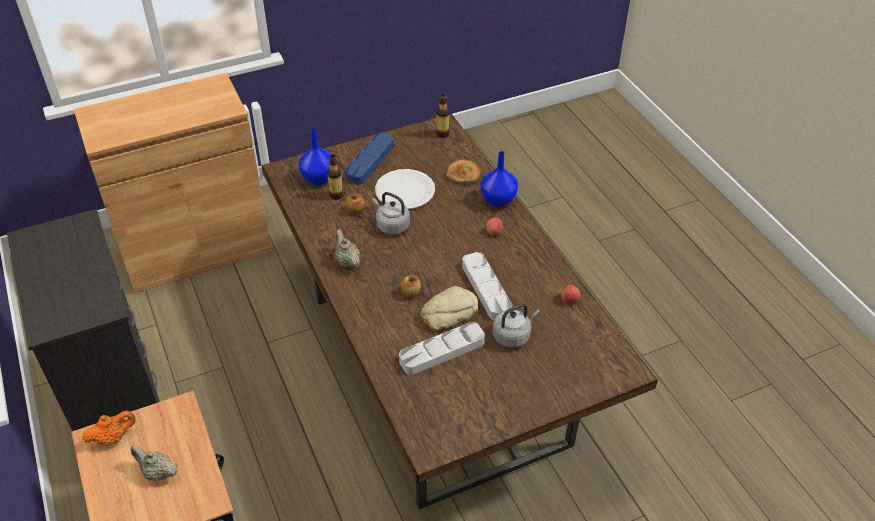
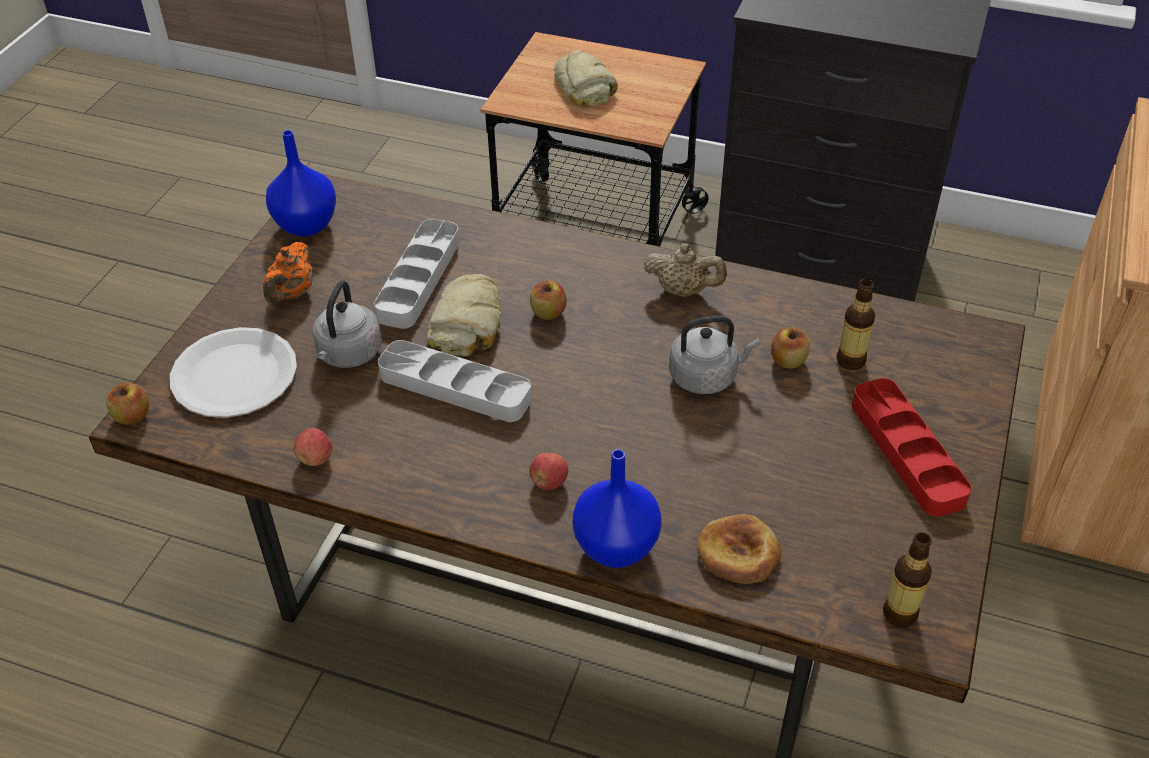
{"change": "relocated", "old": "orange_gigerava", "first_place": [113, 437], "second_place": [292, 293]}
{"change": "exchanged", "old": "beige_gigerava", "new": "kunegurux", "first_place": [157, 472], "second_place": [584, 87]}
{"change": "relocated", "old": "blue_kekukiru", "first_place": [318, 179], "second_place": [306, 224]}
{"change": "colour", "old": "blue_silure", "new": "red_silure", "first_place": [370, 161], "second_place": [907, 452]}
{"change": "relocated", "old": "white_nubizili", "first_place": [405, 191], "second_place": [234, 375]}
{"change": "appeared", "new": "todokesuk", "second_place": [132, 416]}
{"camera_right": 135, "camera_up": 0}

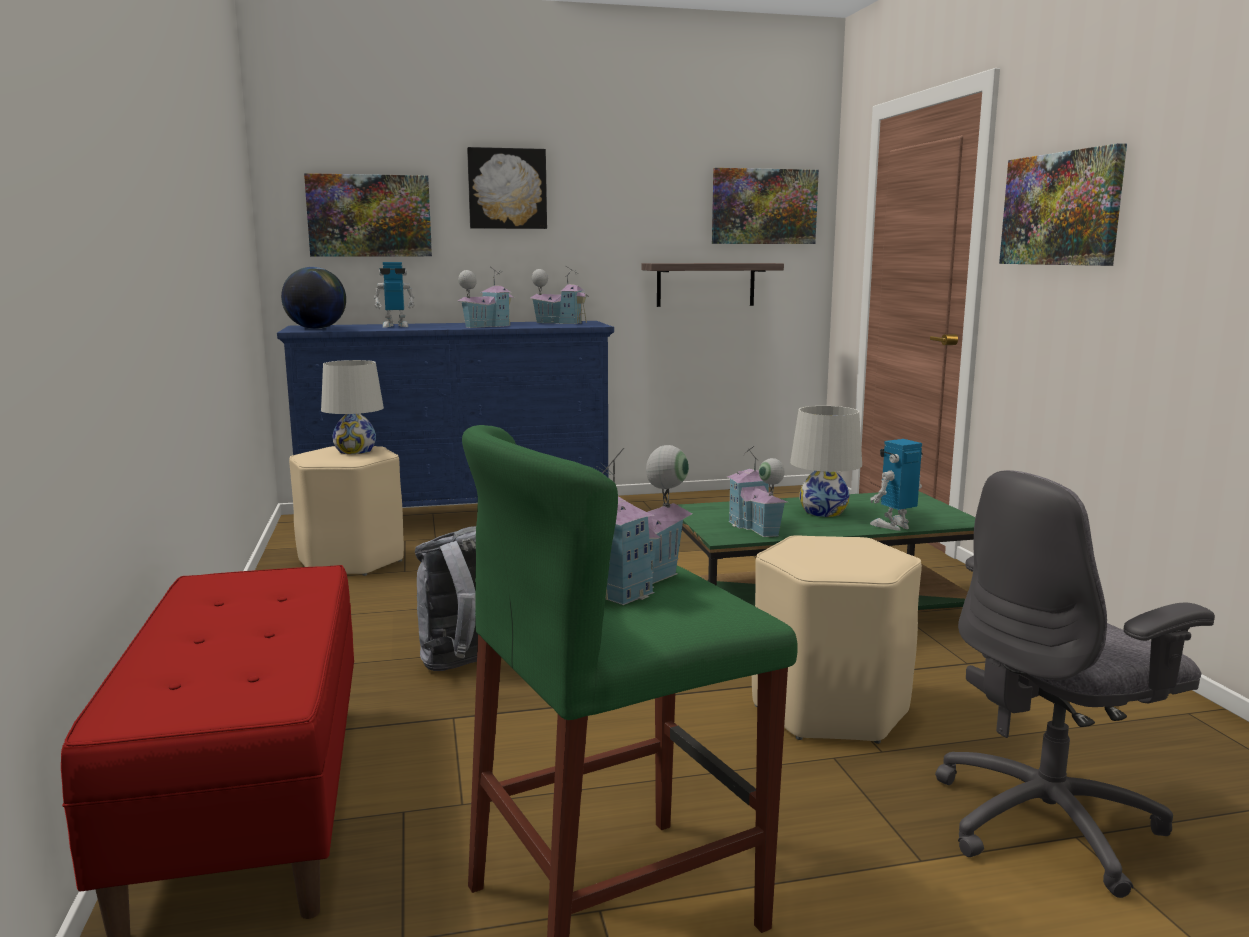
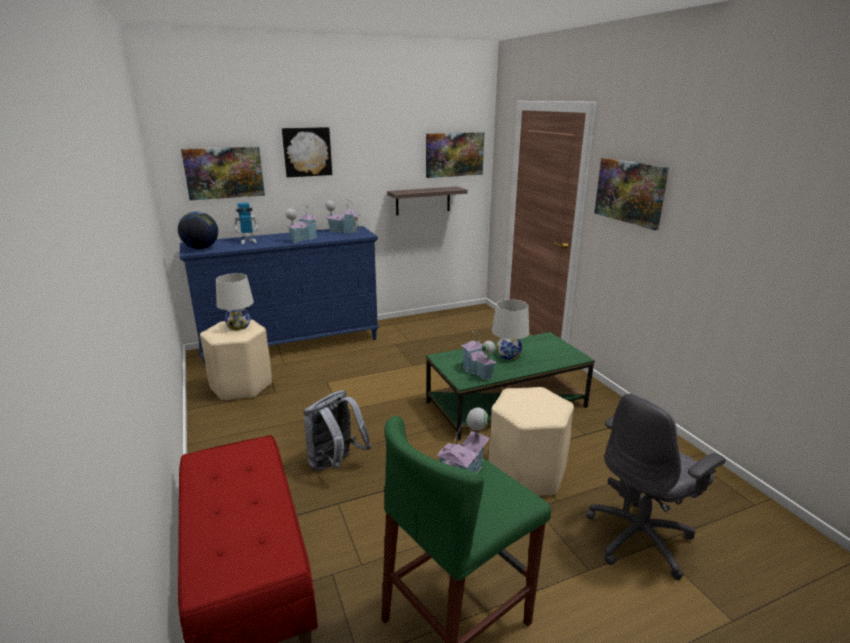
{"change": "missing", "old": "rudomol", "first_place": [894, 526]}
{"camera_right": -10, "camera_up": 10}

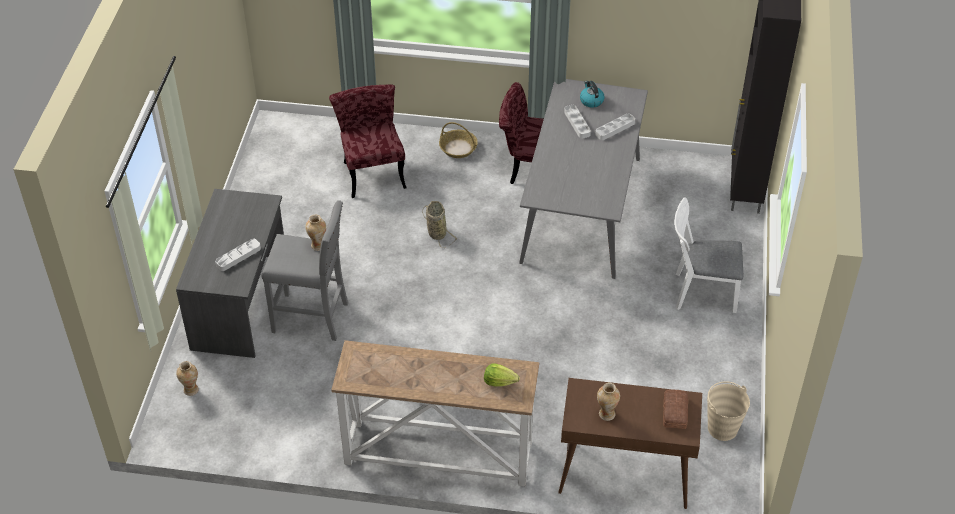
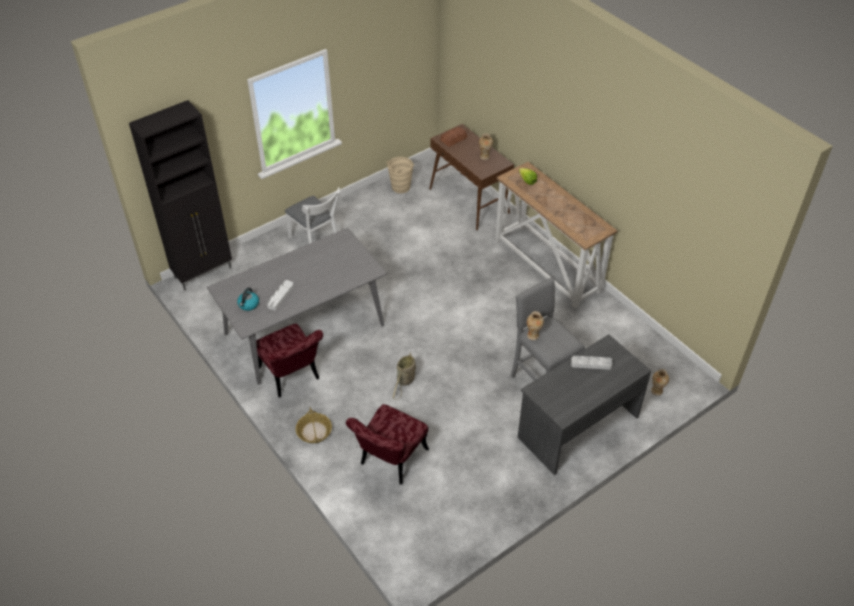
{"change": "missing", "old": "grey_silure", "first_place": [615, 129]}
{"camera_right": -135, "camera_up": 0}

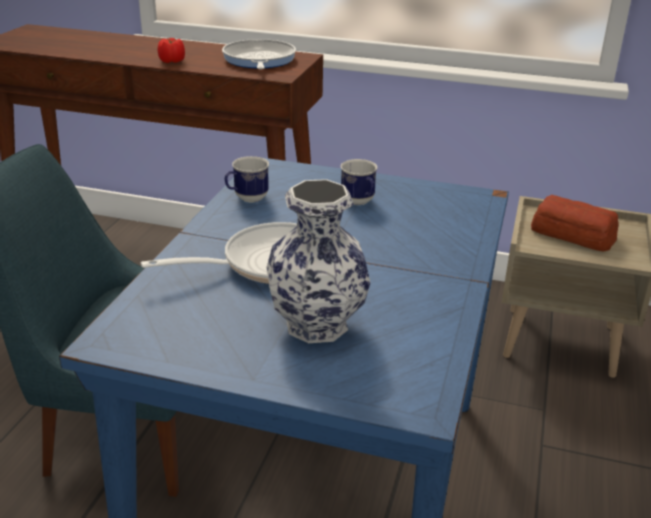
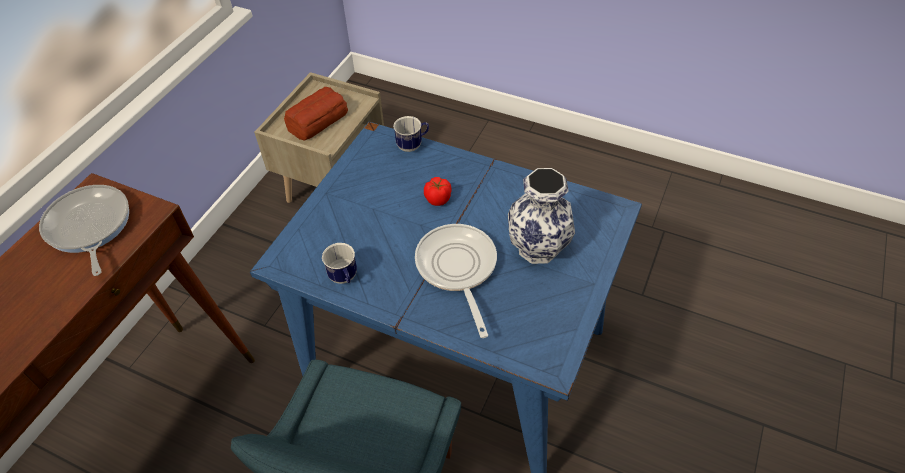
{"change": "relocated", "old": "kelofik", "first_place": [172, 61], "second_place": [438, 198]}
{"change": "spun", "old": "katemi", "first_place": [258, 61], "second_place": [89, 227], "degrees": 60}
{"change": "relocated", "old": "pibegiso", "first_place": [360, 202], "second_place": [413, 145]}
{"camera_right": -80, "camera_up": 20}

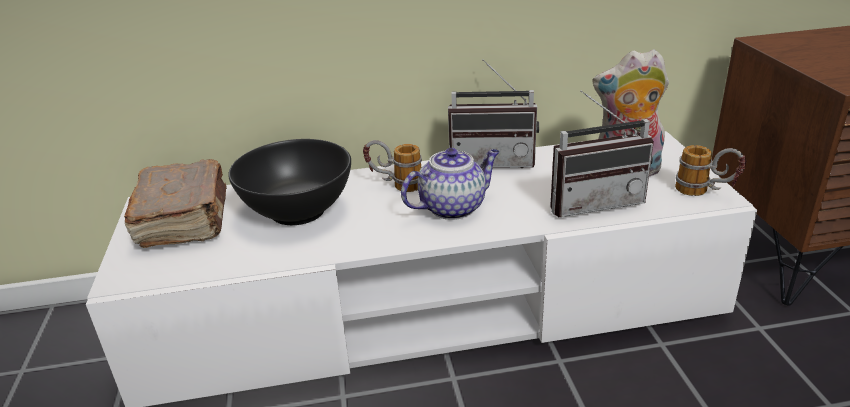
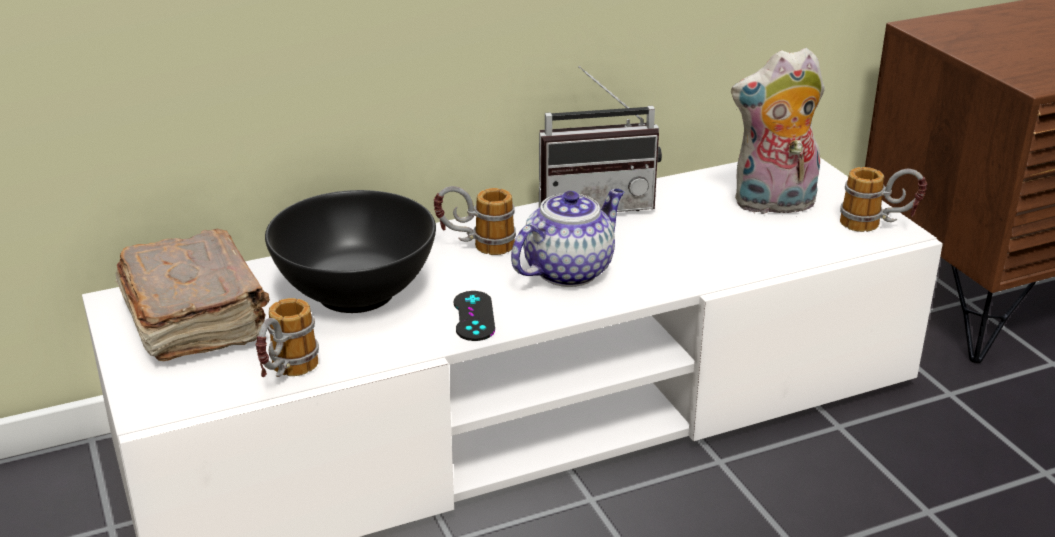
{"change": "missing", "old": "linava", "first_place": [593, 201]}
{"change": "appeared", "new": "pibegiso", "second_place": [286, 376]}
{"change": "appeared", "new": "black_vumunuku", "second_place": [474, 316]}
{"camera_right": -15, "camera_up": 0}

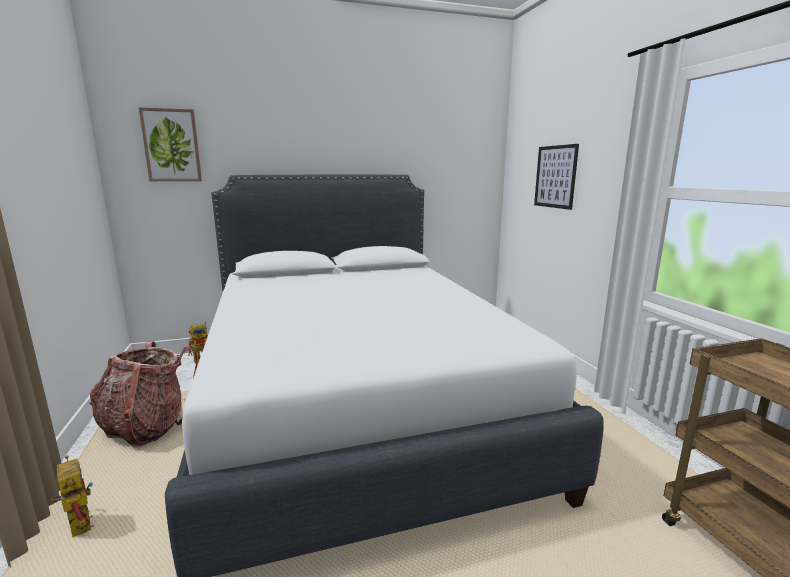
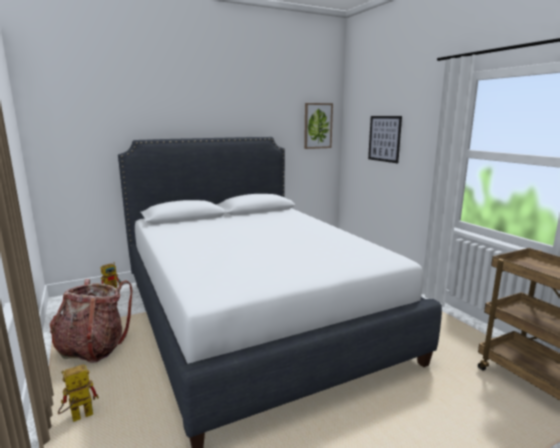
{"change": "spun", "old": "rudomol", "first_place": [78, 524], "second_place": [77, 418], "degrees": -75}
{"change": "relocated", "old": "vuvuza", "first_place": [172, 145], "second_place": [317, 126]}
{"camera_right": -10, "camera_up": 0}

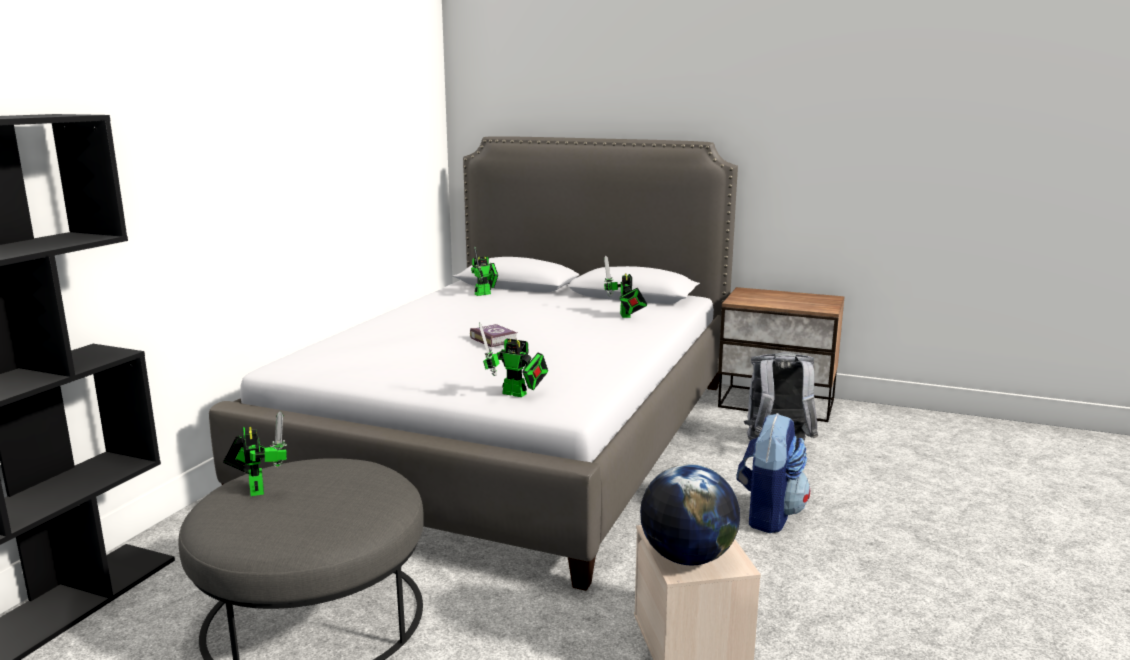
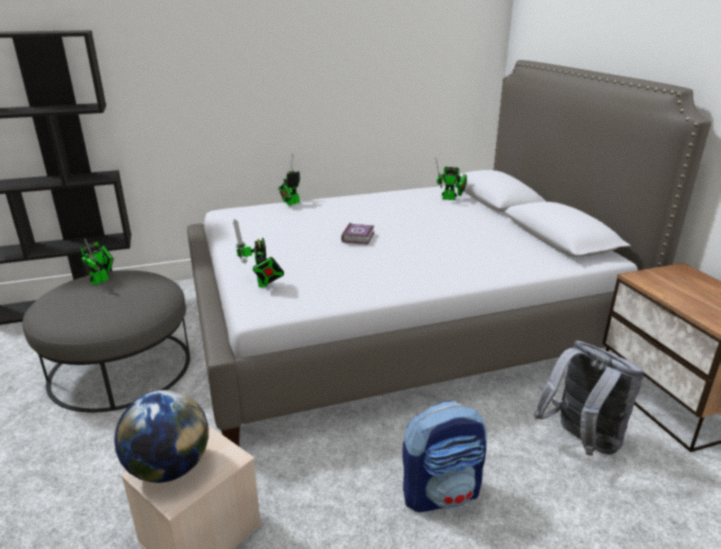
{"change": "relocated", "old": "rudomol", "first_place": [625, 316], "second_place": [291, 203]}
{"camera_right": 50, "camera_up": 10}

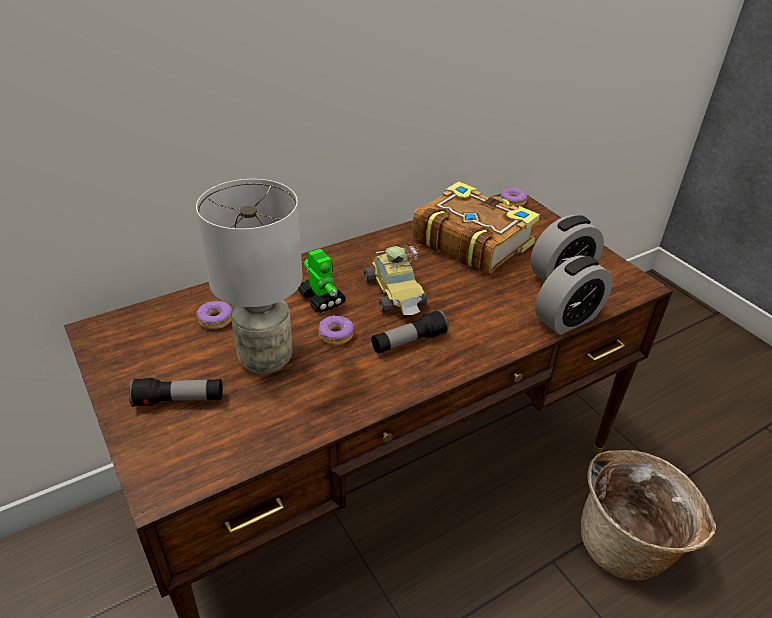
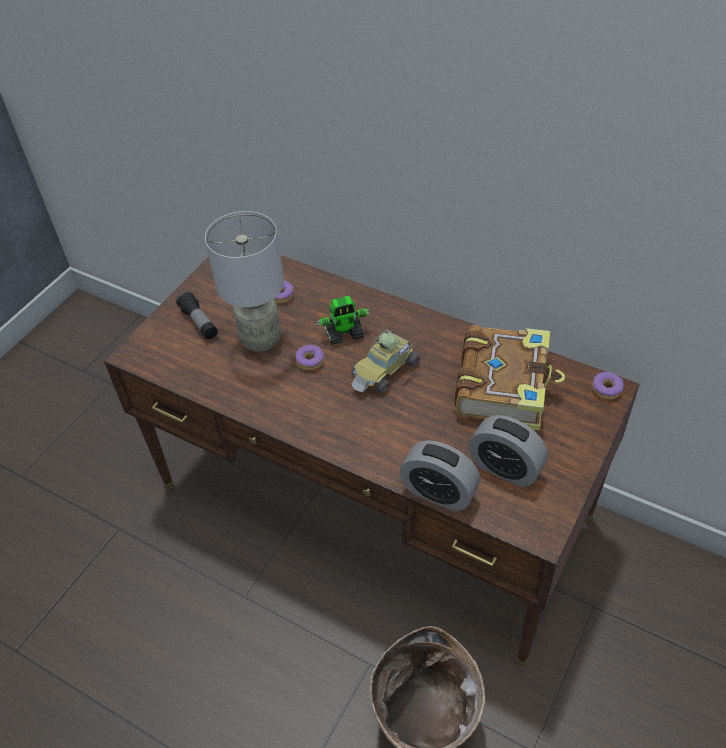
{"change": "spun", "old": "rudomol", "first_place": [321, 299], "second_place": [345, 333], "degrees": 45}
{"change": "missing", "old": "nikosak", "first_place": [408, 342]}
{"camera_right": 65, "camera_up": 10}

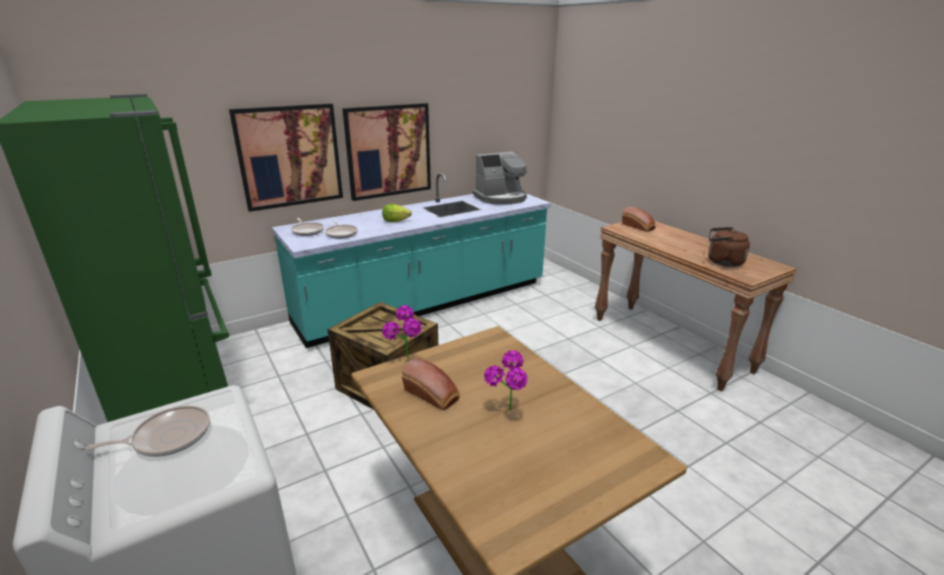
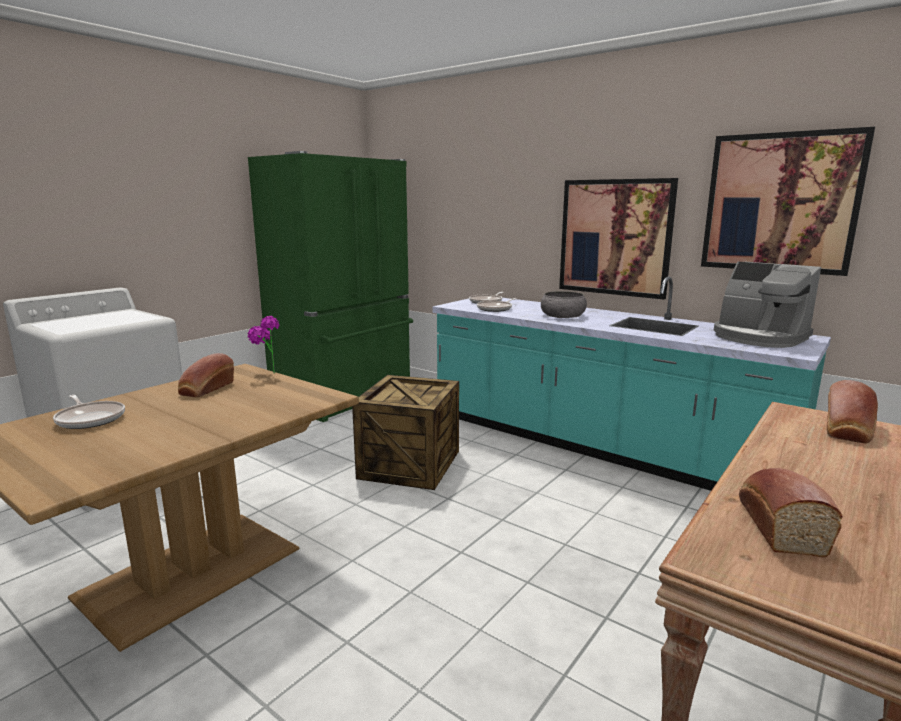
{"change": "relocated", "old": "katemi", "first_place": [168, 437], "second_place": [90, 419]}
{"change": "relocated", "old": "vuvuza", "first_place": [289, 156], "second_place": [780, 203]}
{"change": "exchanged", "old": "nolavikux", "new": "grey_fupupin", "first_place": [395, 221], "second_place": [562, 316]}
{"change": "missing", "old": "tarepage", "first_place": [506, 413]}
{"change": "exchanged", "old": "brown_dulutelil", "new": "kunegurux", "first_place": [722, 262], "second_place": [778, 525]}
{"camera_right": 70, "camera_up": -10}

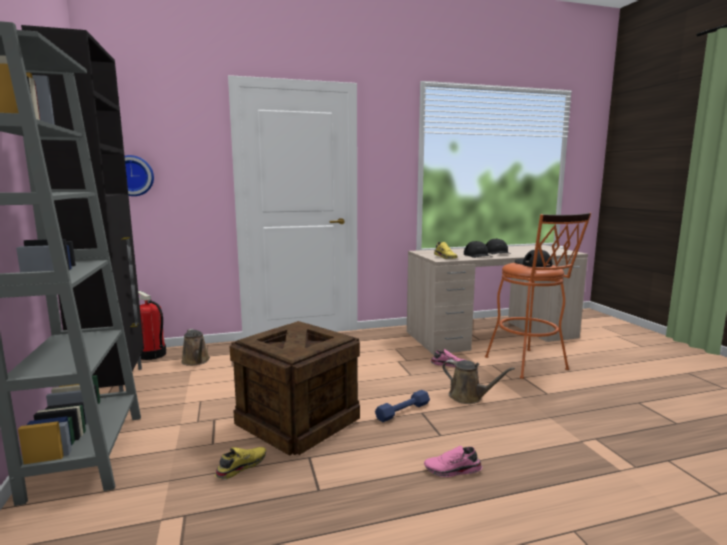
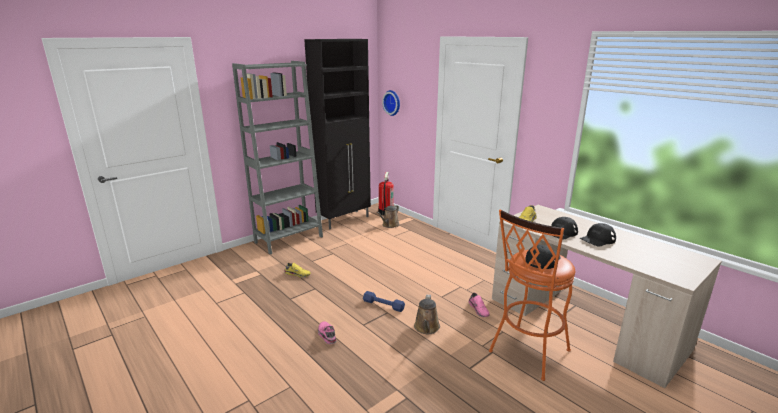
{"change": "missing", "old": "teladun", "first_place": [297, 421]}
{"camera_right": 65, "camera_up": 10}

